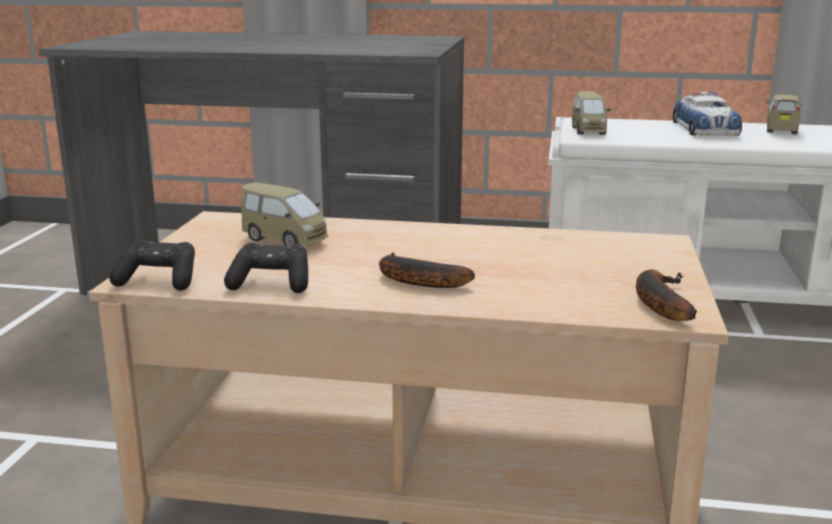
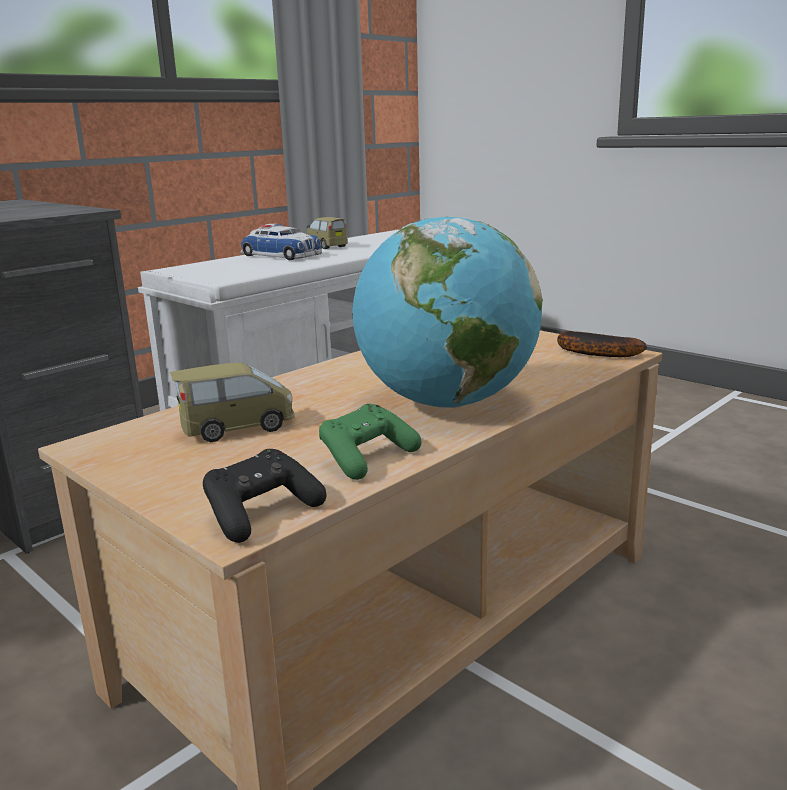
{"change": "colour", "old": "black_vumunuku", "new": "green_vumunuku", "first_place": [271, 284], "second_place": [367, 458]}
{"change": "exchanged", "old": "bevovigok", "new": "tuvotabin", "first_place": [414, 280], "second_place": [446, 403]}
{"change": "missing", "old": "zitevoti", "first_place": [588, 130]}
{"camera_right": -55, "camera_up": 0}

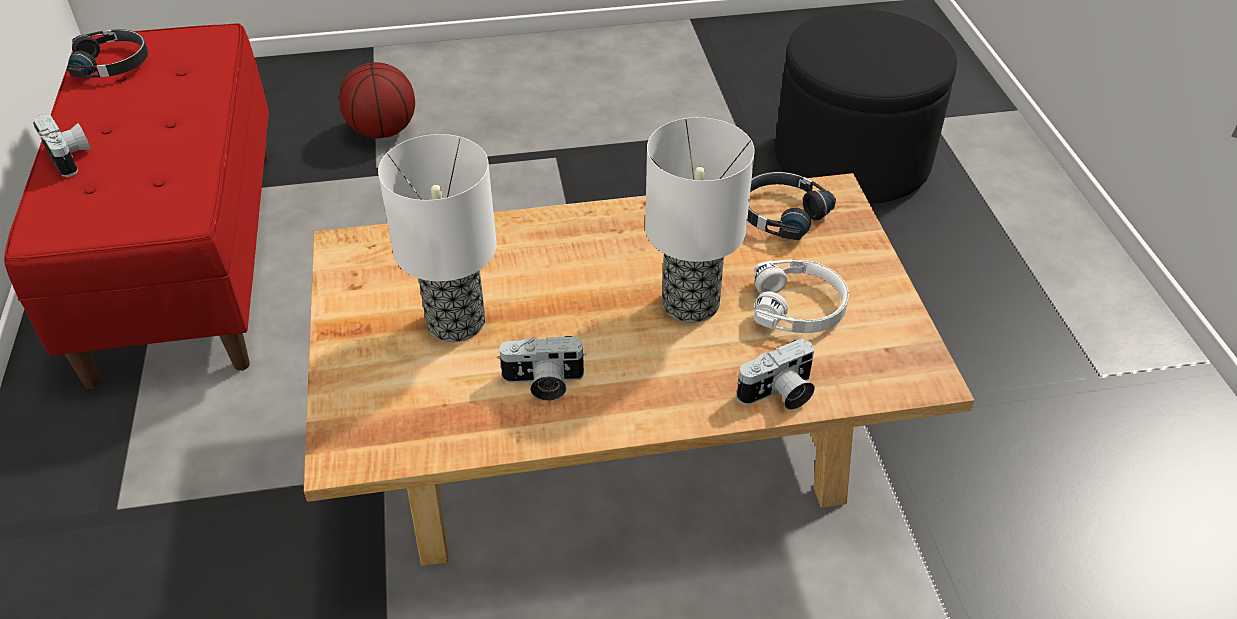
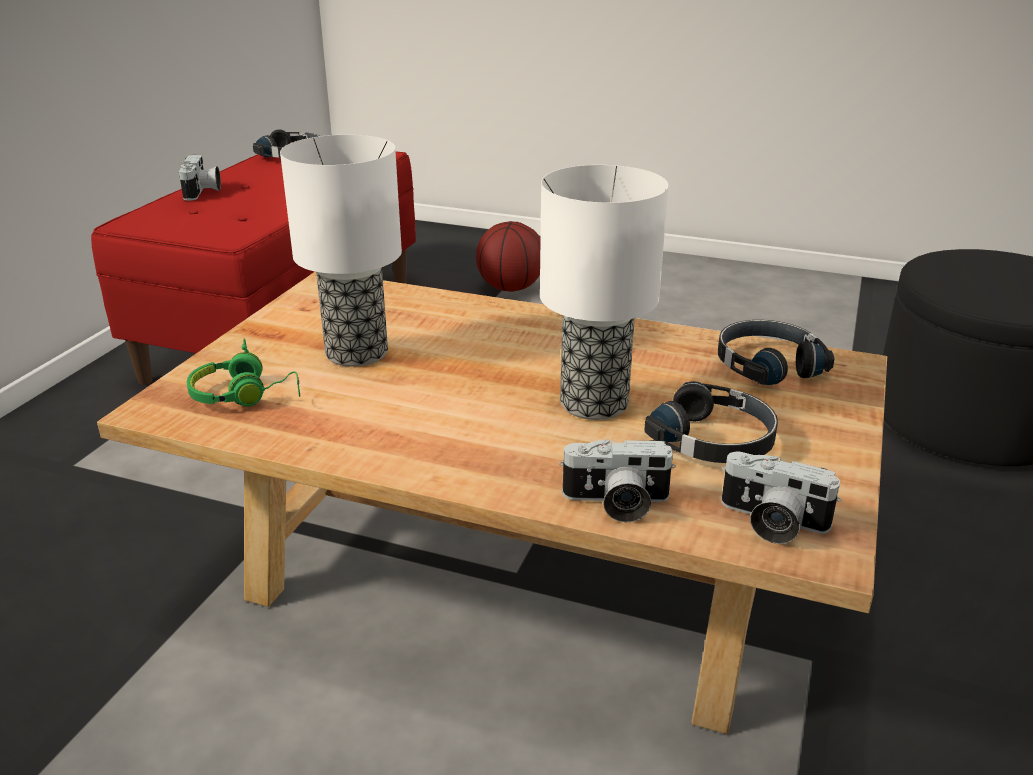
{"change": "relocated", "old": "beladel", "first_place": [543, 383], "second_place": [771, 522]}
{"change": "colour", "old": "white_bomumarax", "new": "black_bomumarax", "first_place": [799, 307], "second_place": [714, 440]}
{"change": "appeared", "new": "green_bomumarax", "second_place": [245, 395]}
{"camera_right": 30, "camera_up": -15}

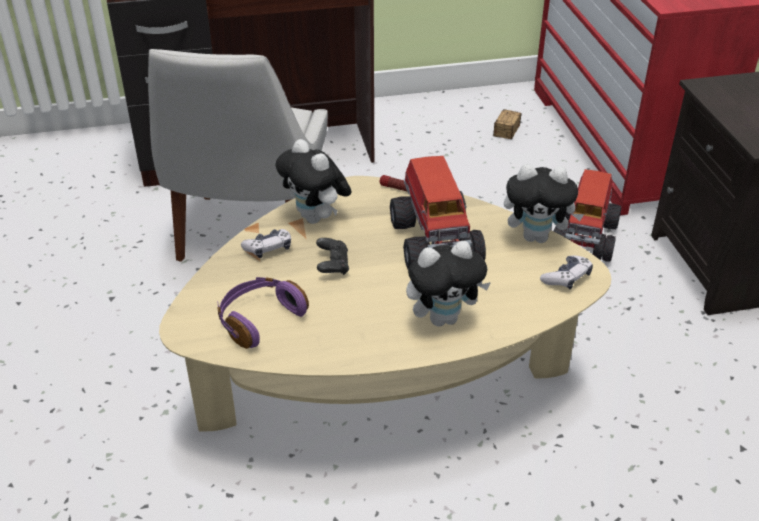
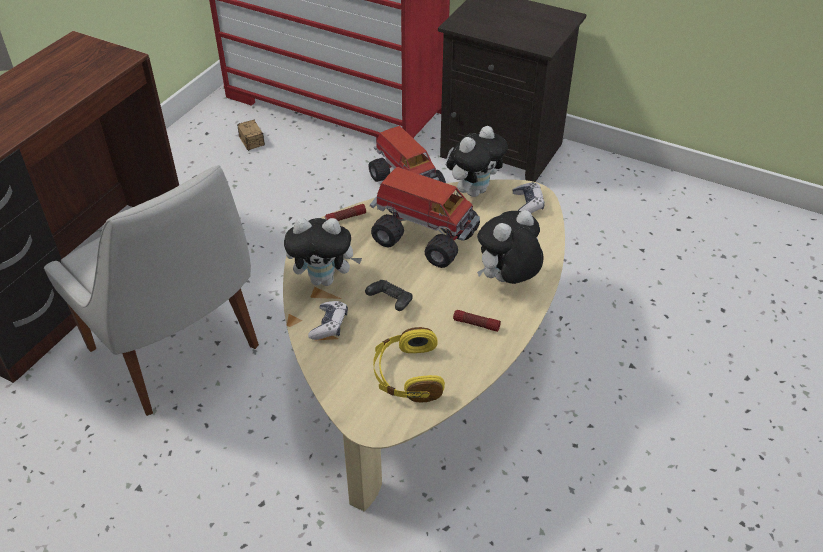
{"change": "colour", "old": "purple_bomumarax", "new": "yellow_bomumarax", "first_place": [259, 319], "second_place": [407, 375]}
{"change": "spun", "old": "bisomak", "first_place": [444, 318], "second_place": [507, 281], "degrees": -150}
{"change": "appeared", "new": "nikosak", "second_place": [476, 324]}
{"camera_right": -50, "camera_up": 5}

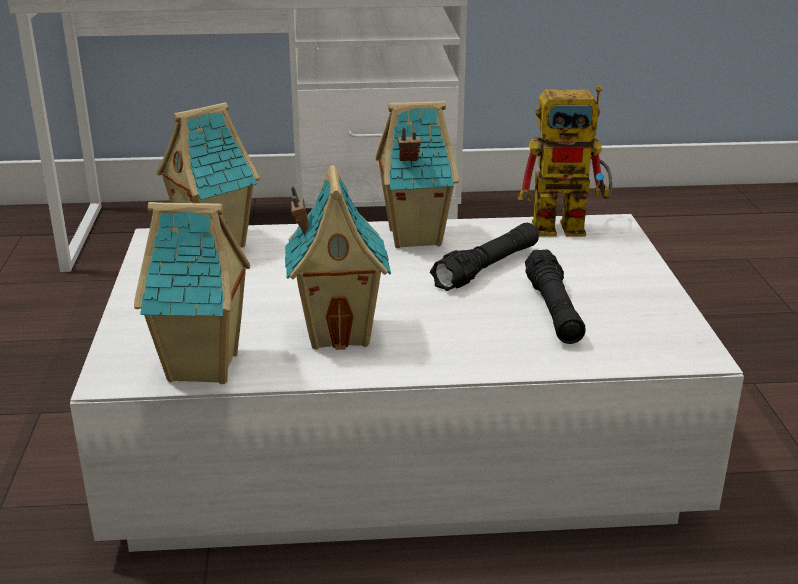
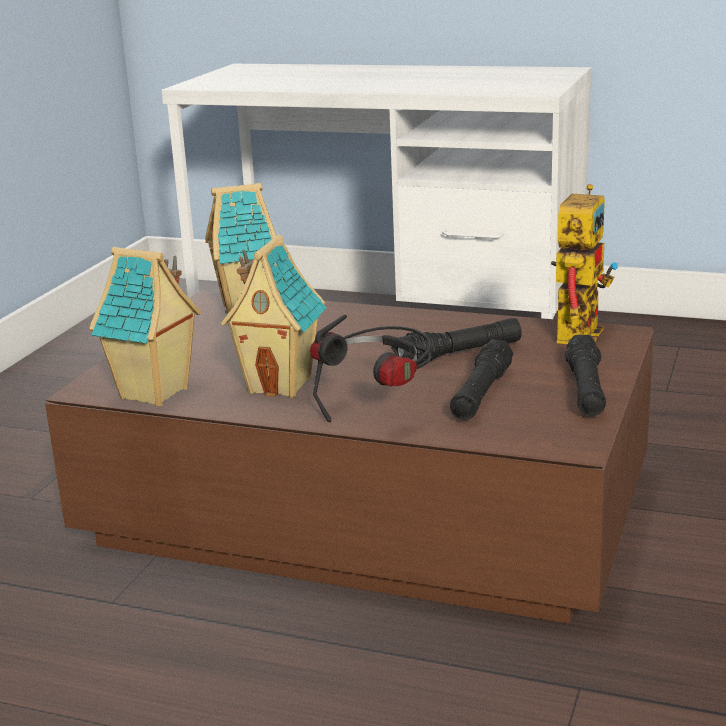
{"change": "colour", "old": "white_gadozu", "new": "brown_gadozu", "first_place": [396, 440], "second_place": [367, 509]}
{"change": "missing", "old": "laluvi", "first_place": [413, 237]}
{"change": "spun", "old": "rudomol", "first_place": [570, 226], "second_place": [577, 331], "degrees": -90}
{"change": "appeared", "new": "bomumarax", "second_place": [380, 411]}
{"change": "appeared", "new": "black_nikosak", "second_place": [586, 389]}
{"camera_right": 25, "camera_up": -5}

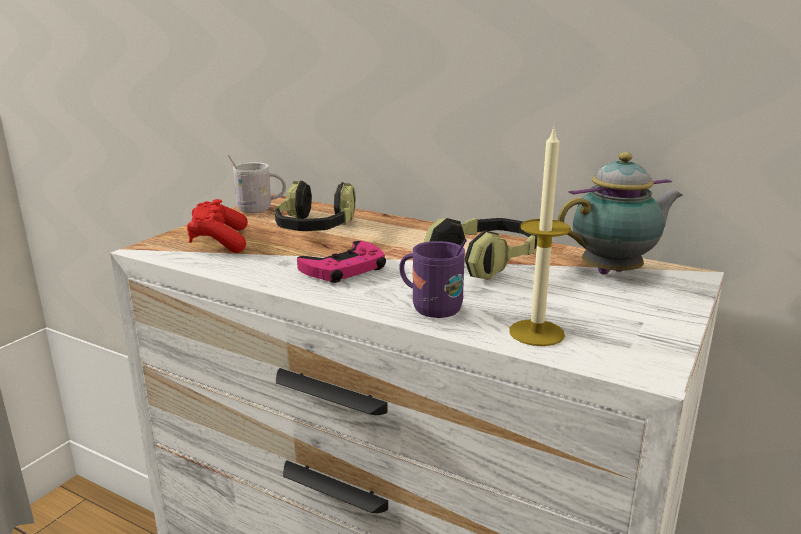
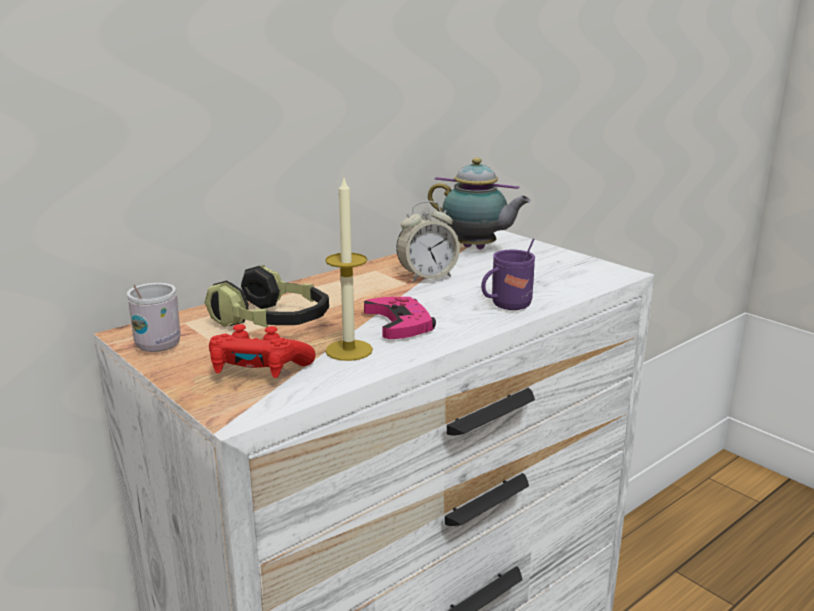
{"change": "exchanged", "old": "bomumarax", "new": "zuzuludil", "first_place": [486, 262], "second_place": [427, 276]}
{"change": "relocated", "old": "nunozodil", "first_place": [536, 333], "second_place": [349, 350]}
{"change": "spun", "old": "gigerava", "first_place": [615, 272], "second_place": [476, 249], "degrees": 120}
{"camera_right": -70, "camera_up": 0}

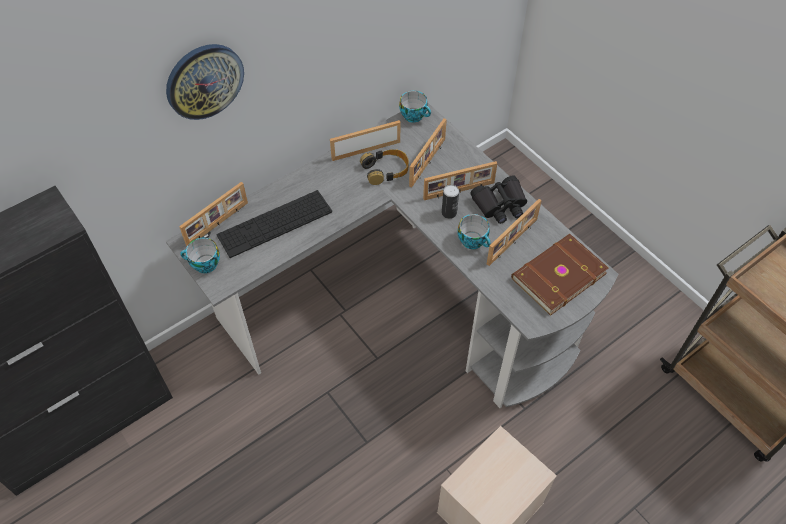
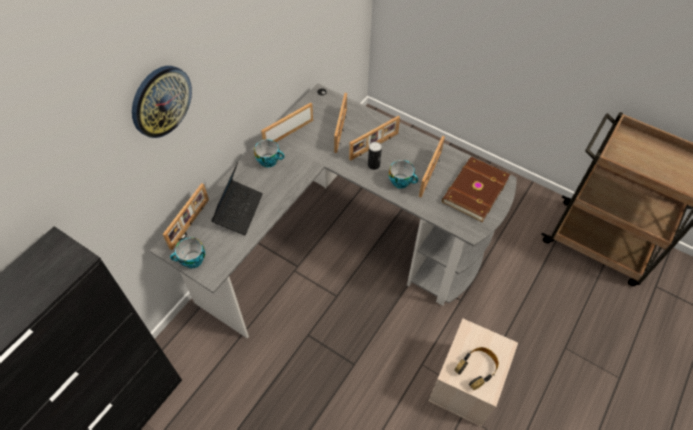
{"change": "exchanged", "old": "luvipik", "new": "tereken", "first_place": [275, 223], "second_place": [238, 210]}
{"change": "relocated", "old": "bomumarax", "first_place": [386, 170], "second_place": [477, 368]}
{"change": "relocated", "old": "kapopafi", "first_place": [414, 116], "second_place": [269, 160]}
{"change": "missing", "old": "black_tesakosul", "first_place": [500, 204]}
{"camera_right": -20, "camera_up": 0}

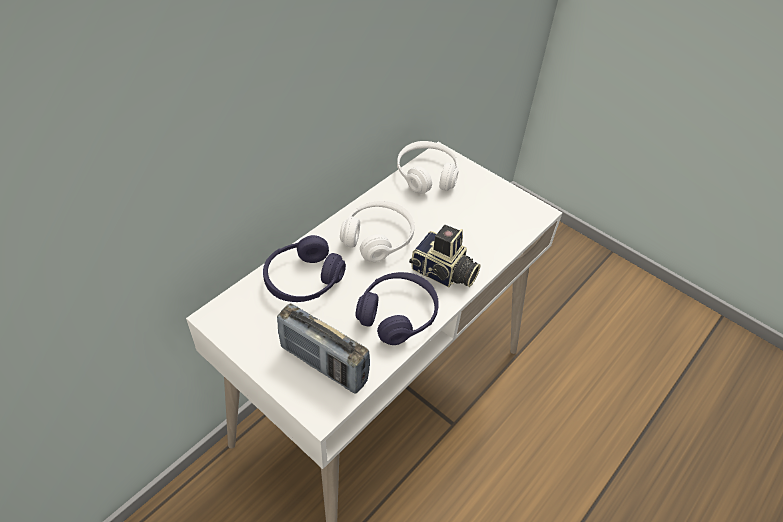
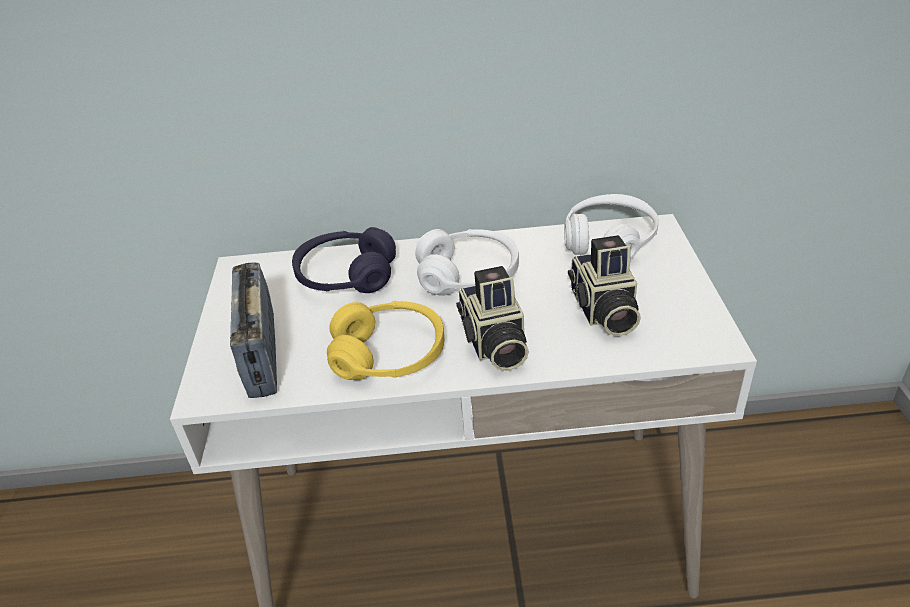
{"change": "colour", "old": "purple_bomumarax", "new": "yellow_bomumarax", "first_place": [397, 315], "second_place": [389, 355]}
{"change": "appeared", "new": "beladel", "second_place": [603, 311]}
{"camera_right": 50, "camera_up": -10}

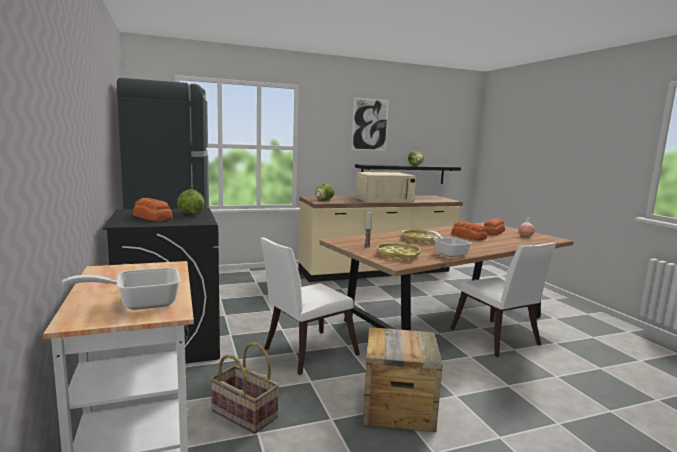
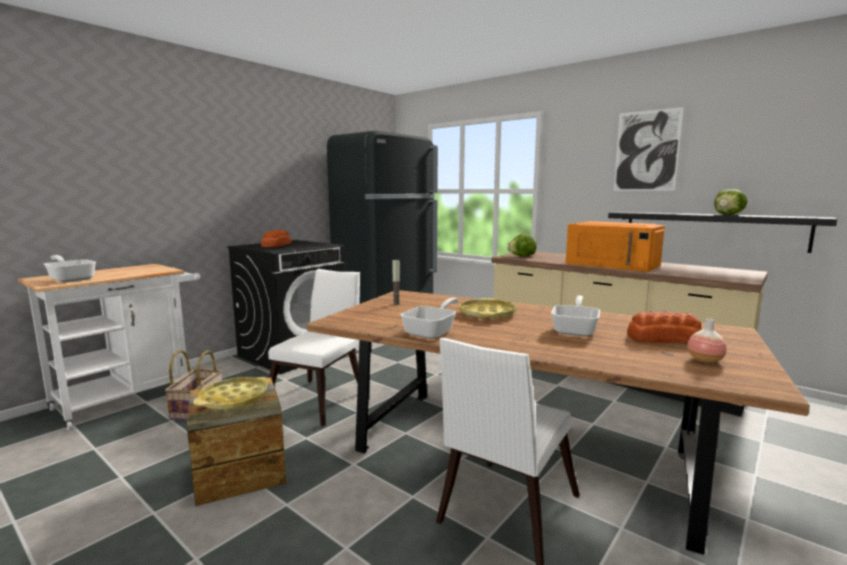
{"change": "missing", "old": "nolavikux", "first_place": [190, 214]}
{"change": "spun", "old": "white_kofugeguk", "first_place": [305, 353], "second_place": [321, 399], "degrees": 90}
{"change": "colour", "old": "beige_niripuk", "new": "orange_niripuk", "first_place": [385, 199], "second_place": [613, 264]}
{"change": "relocated", "old": "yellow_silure", "first_place": [398, 254], "second_place": [234, 399]}
{"change": "exchanged", "old": "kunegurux", "new": "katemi", "first_place": [468, 236], "second_place": [575, 329]}
{"camera_right": 60, "camera_up": 0}

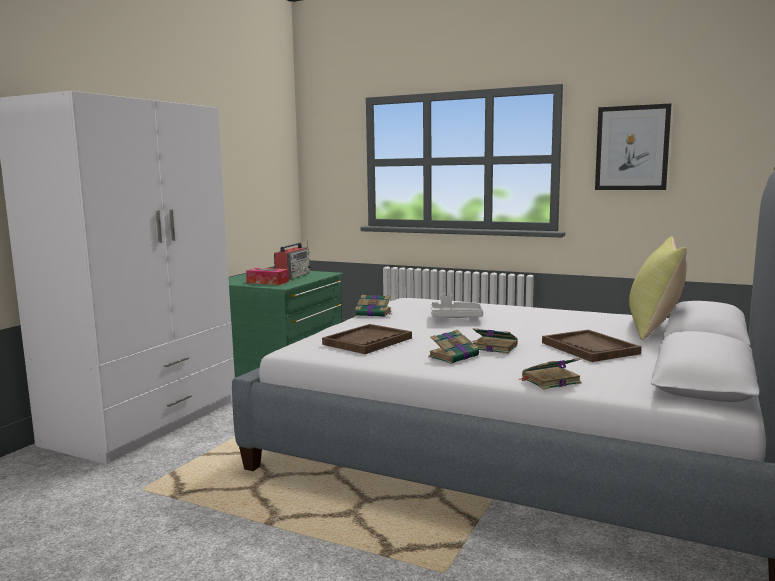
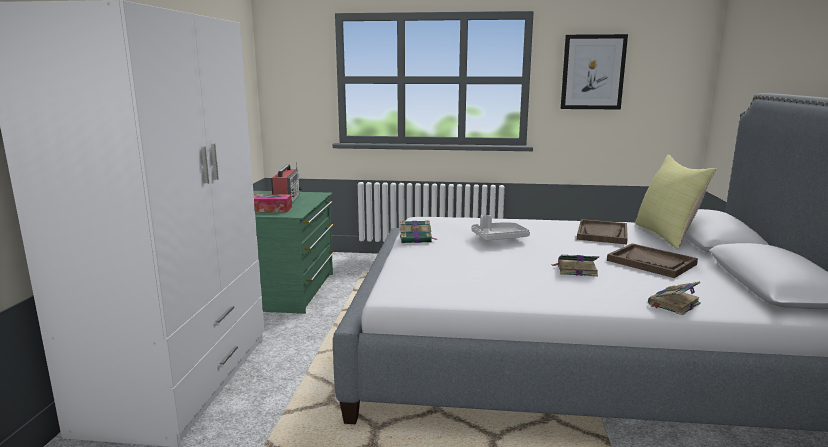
{"change": "relocated", "old": "brown_silure", "first_place": [367, 341], "second_place": [602, 233]}
{"change": "missing", "old": "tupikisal", "first_place": [454, 356]}
{"camera_right": -20, "camera_up": 5}

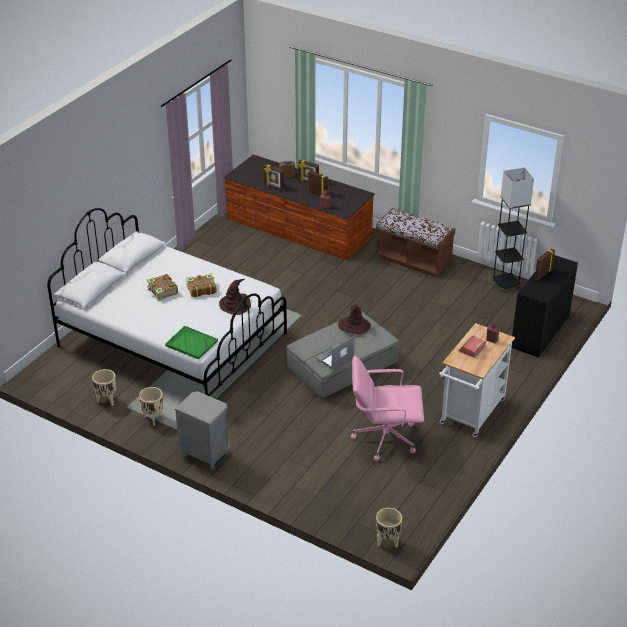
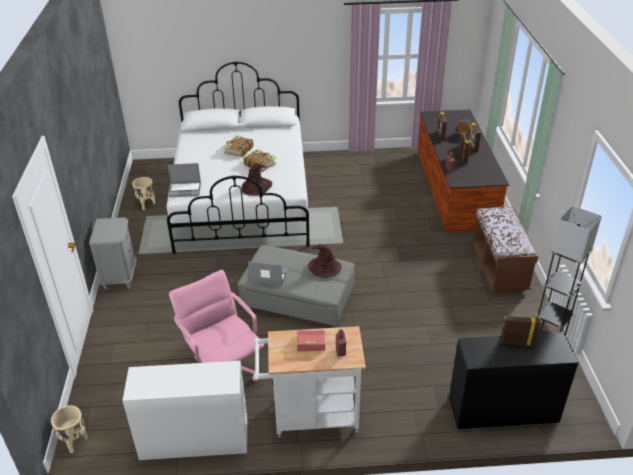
{"change": "missing", "old": "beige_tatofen", "first_place": [153, 418]}
{"change": "exchanged", "old": "green_silure", "new": "tereken", "first_place": [191, 343], "second_place": [185, 190]}
{"change": "appeared", "new": "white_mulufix", "second_place": [194, 440]}
{"camera_right": 55, "camera_up": 0}

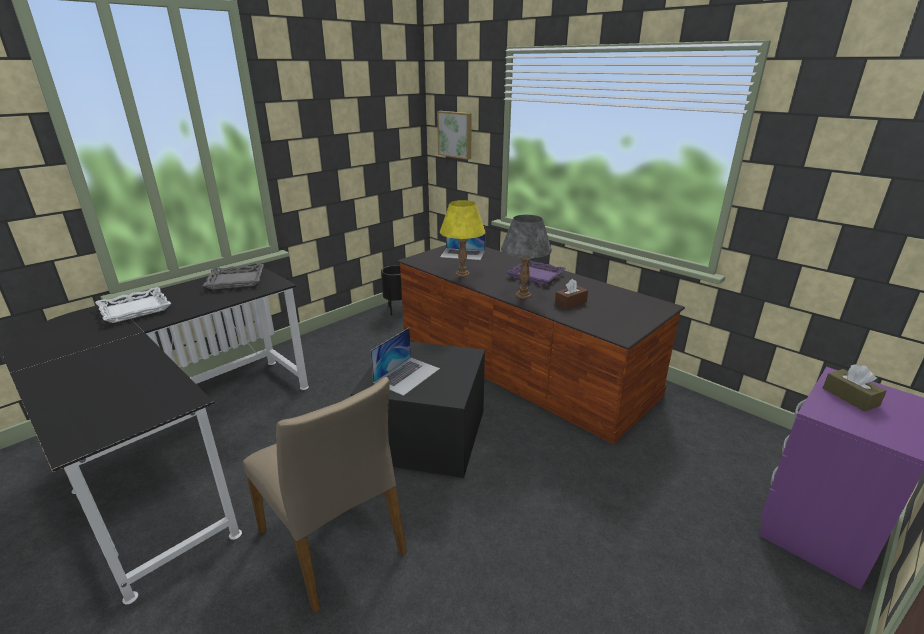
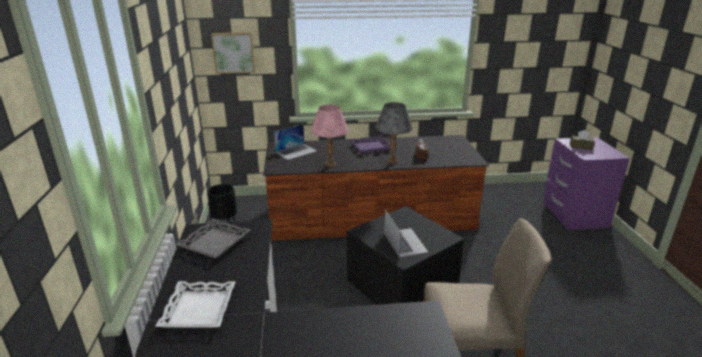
{"change": "colour", "old": "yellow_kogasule", "new": "pink_kogasule", "first_place": [462, 274], "second_place": [330, 164]}
{"camera_right": -50, "camera_up": 0}

